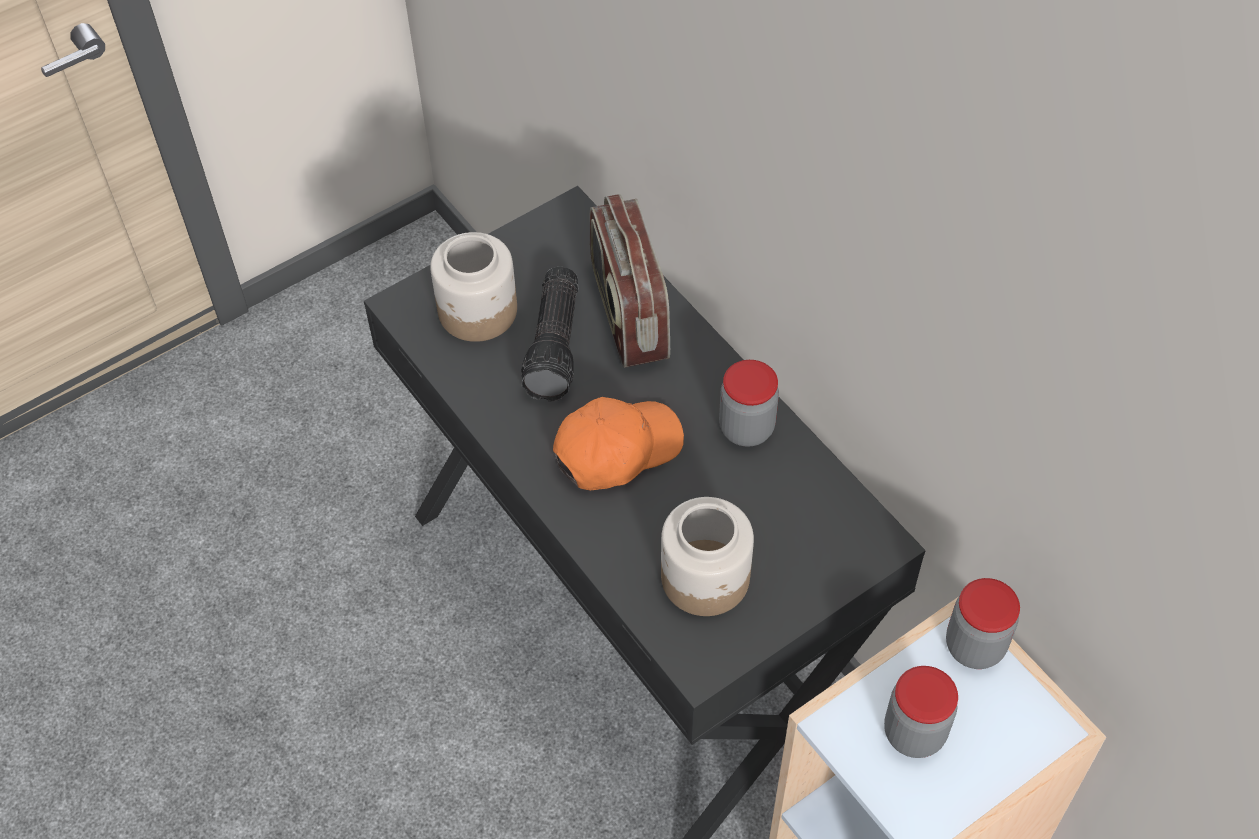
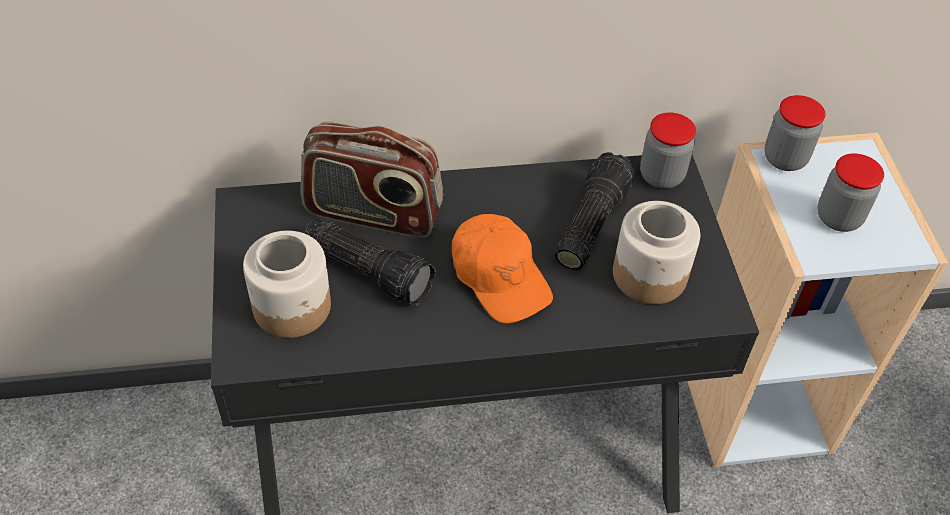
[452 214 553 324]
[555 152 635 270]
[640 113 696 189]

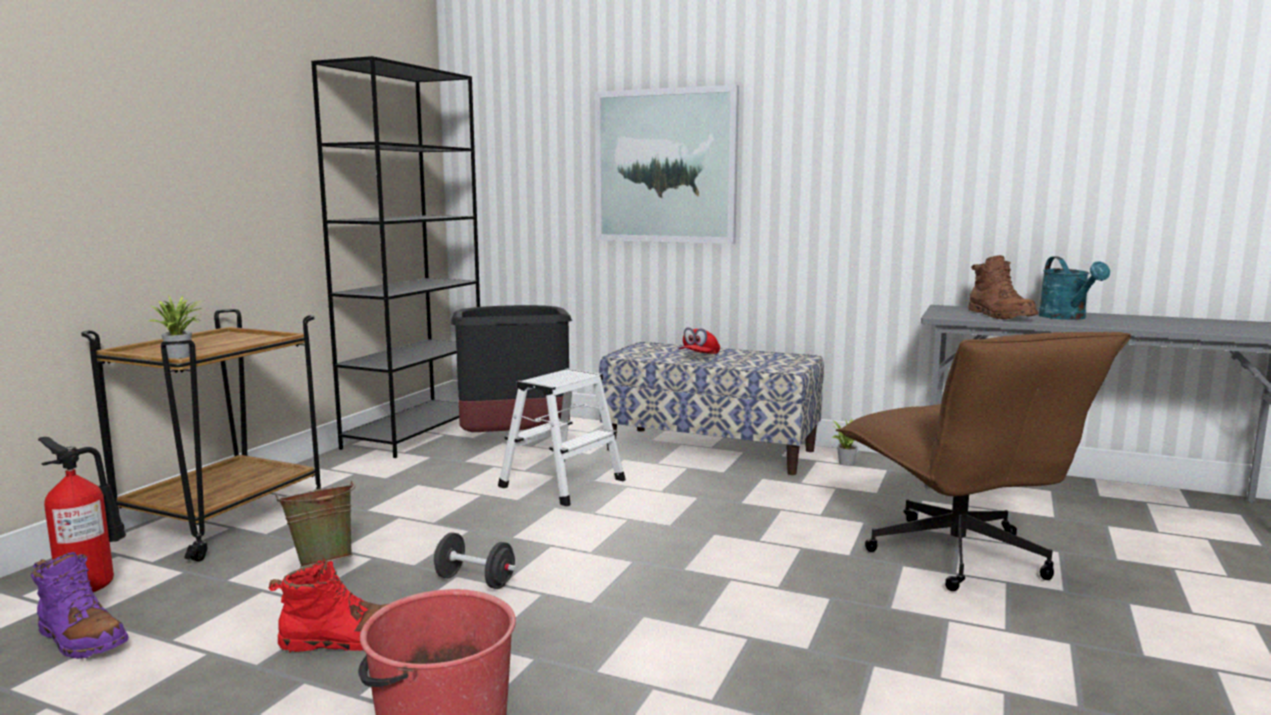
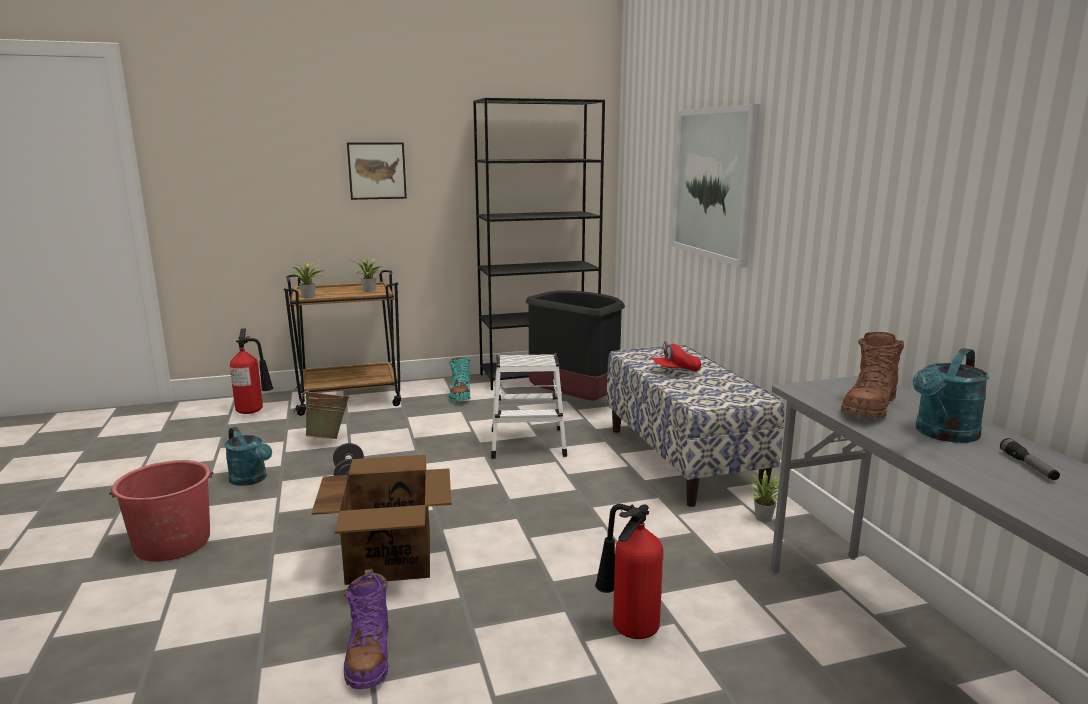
[224 427 272 486]
[311 455 451 585]
[343 568 389 689]
[347 142 407 200]
[354 256 381 292]
[449 357 471 402]
[595 504 663 639]
[1000 438 1060 480]

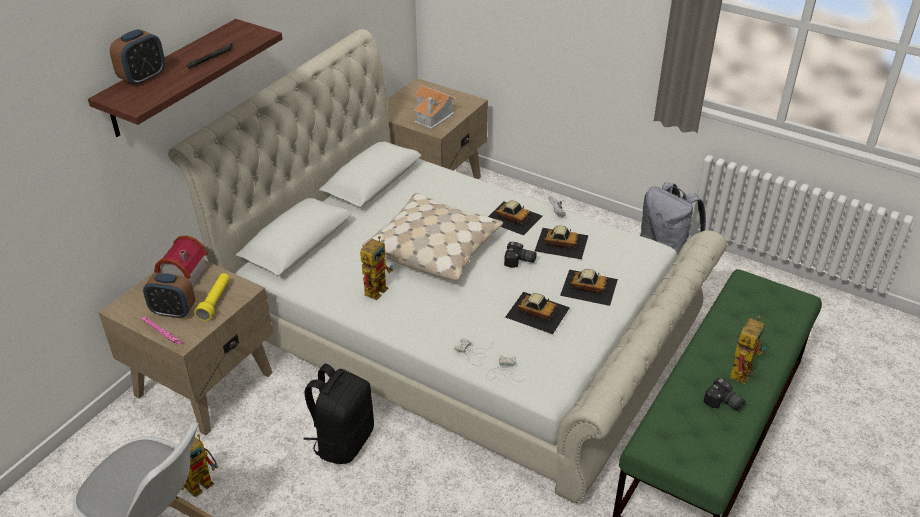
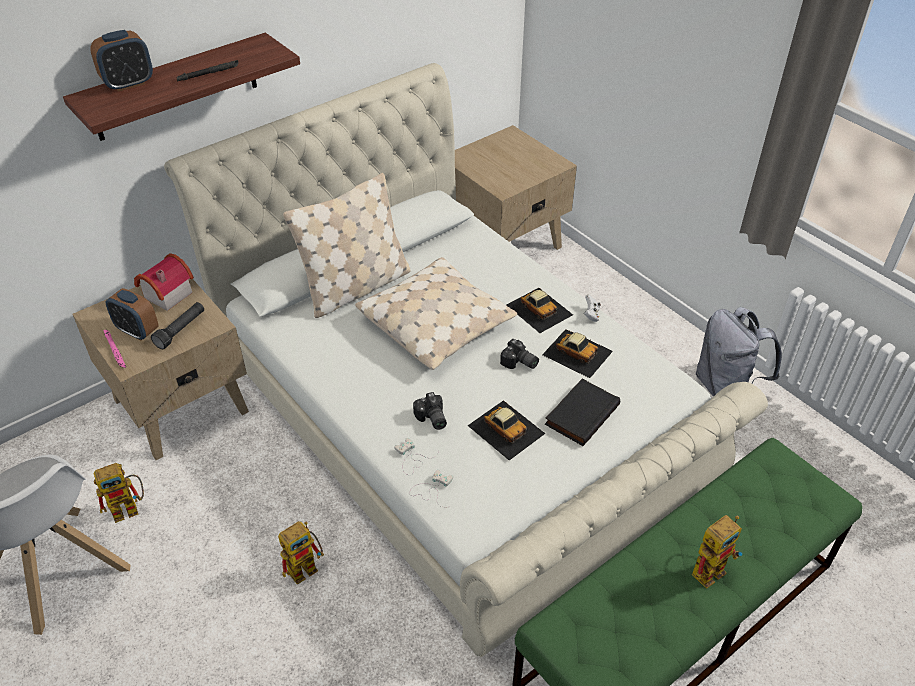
[151 302 204 349]
[278 521 324 585]
[283 173 411 318]
[413 392 447 430]
[545 379 620 446]
[303 364 374 464] (first image)
[414 85 456 129] (first image)

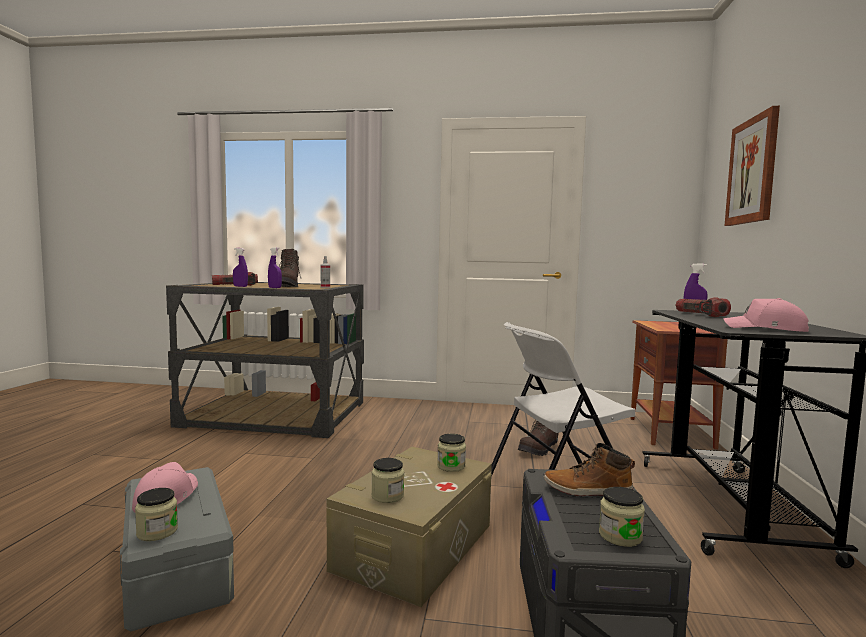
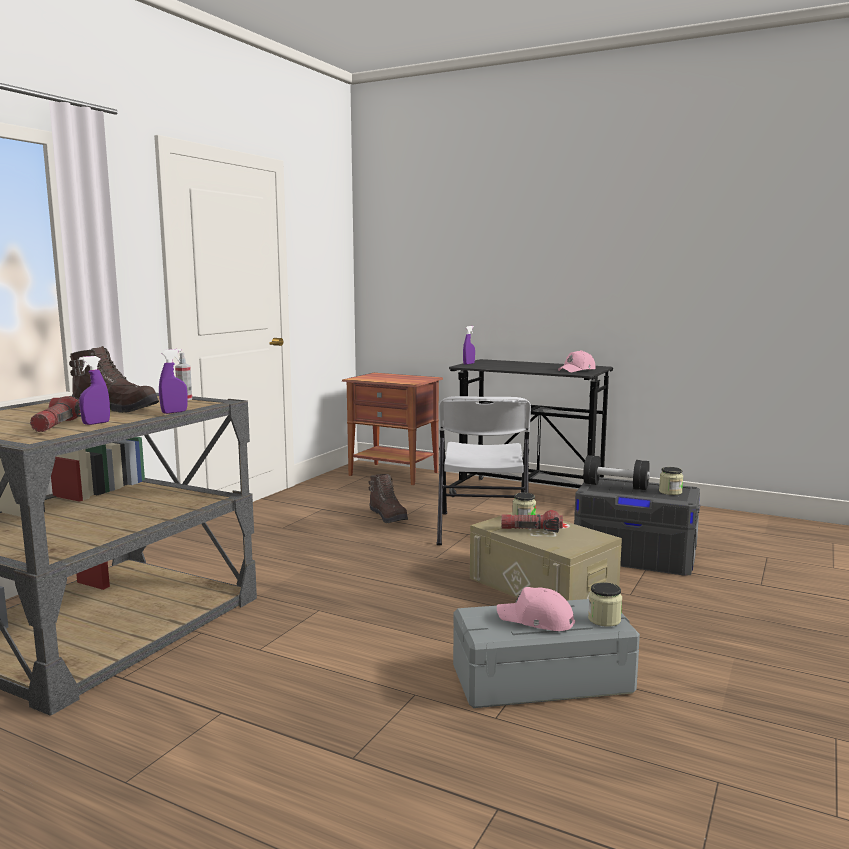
[501 510 563 533]
[583 455 650 490]
[371 458 404 503] (first image)
[724 106 780 226] (first image)

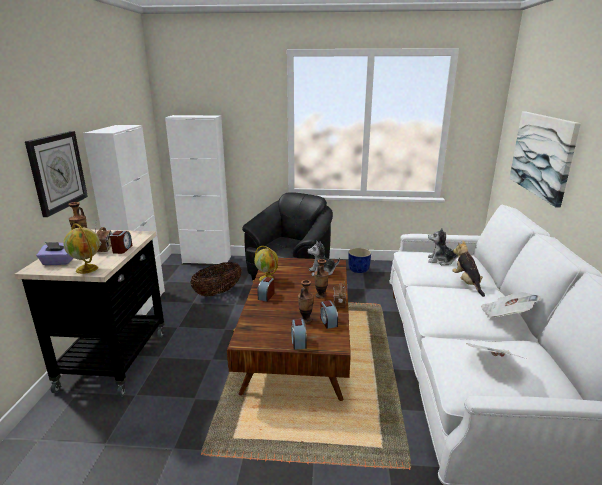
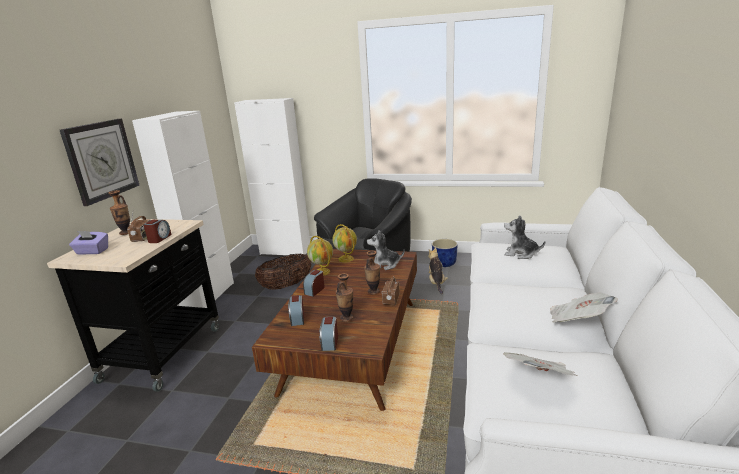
[288 295 304 326]
[332 224 357 262]
[428 248 448 294]
[509 112 581 208] (first image)

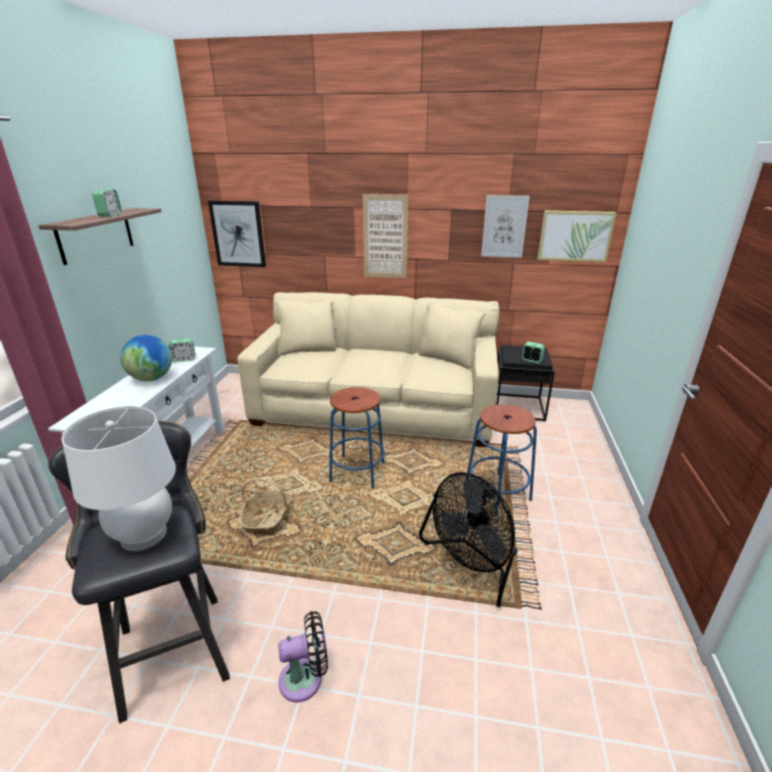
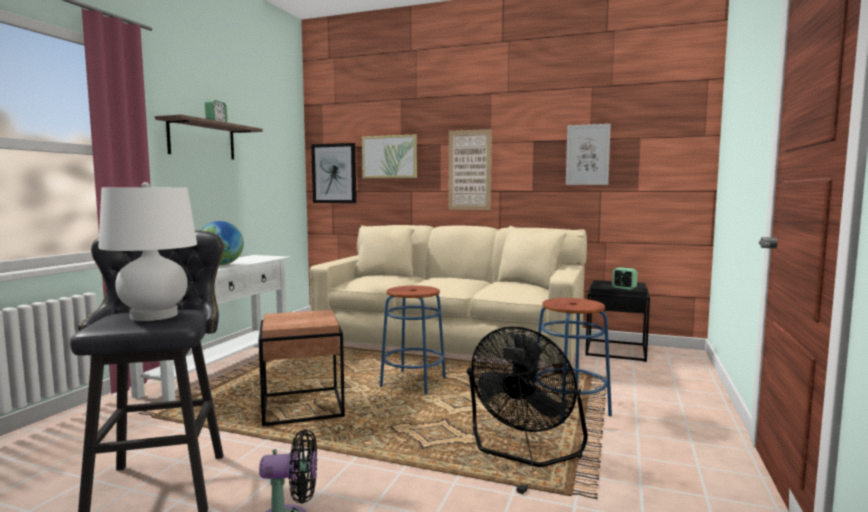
[259 310 345 426]
[362 134 417 178]
[467 327 588 494]
[168 338 195 362] (first image)

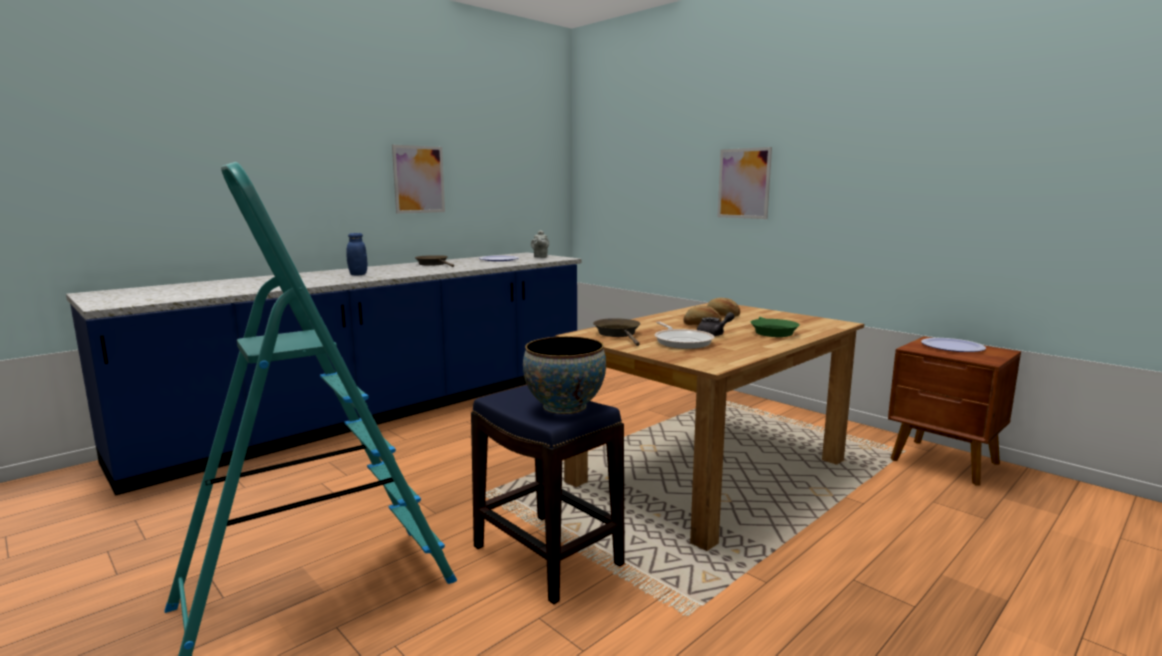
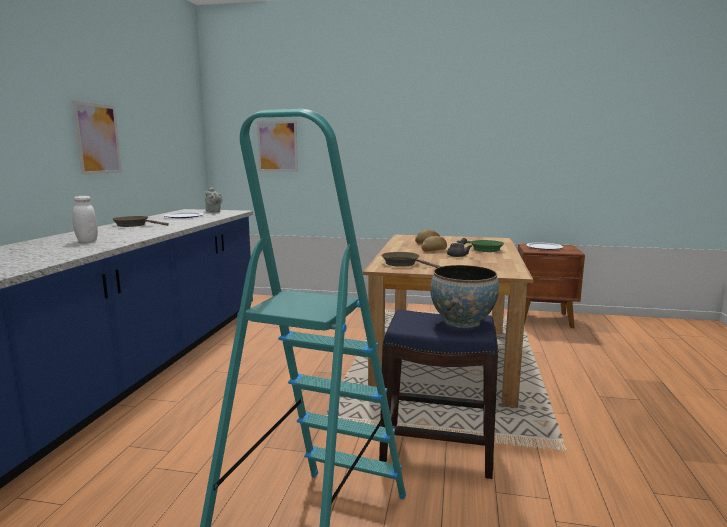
[72 196 98 242]
[257 121 298 172]
[655 322 714 349] (first image)

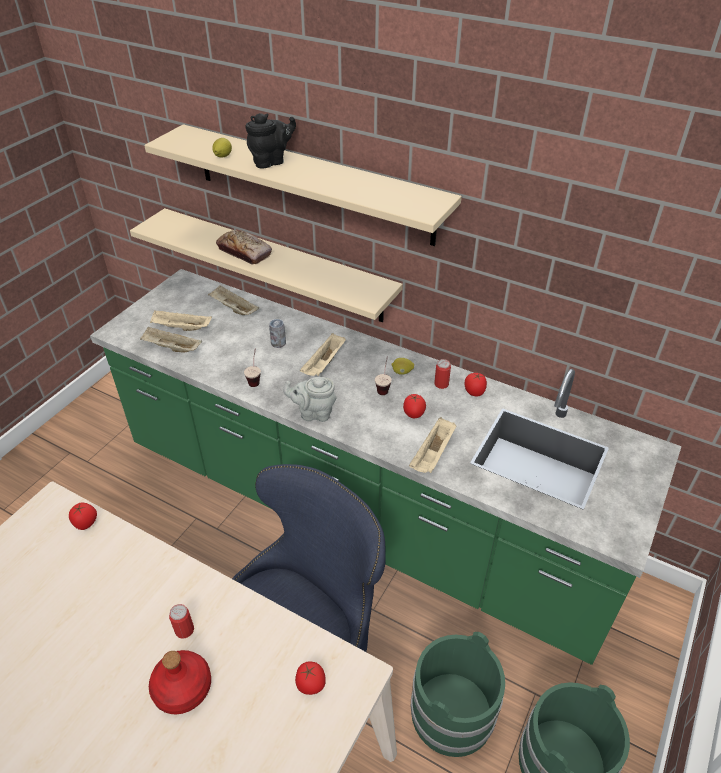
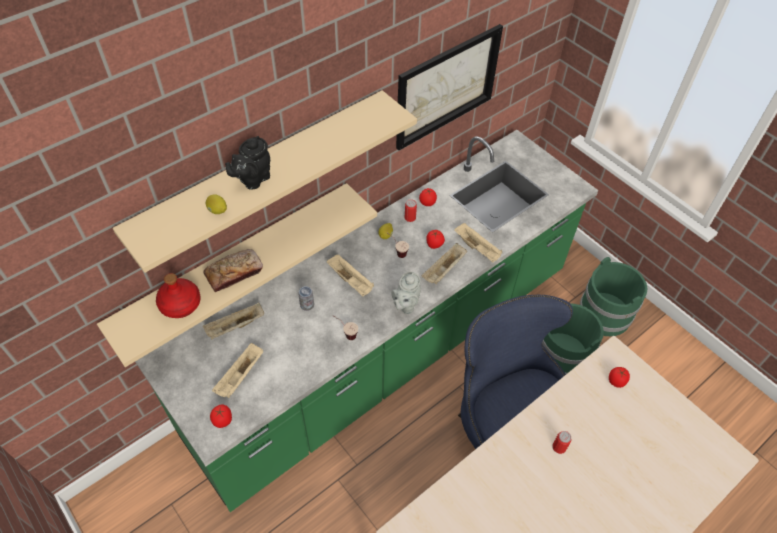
[156 273 201 318]
[210 405 232 428]
[225 136 270 190]
[396 24 503 150]
[422 243 467 284]

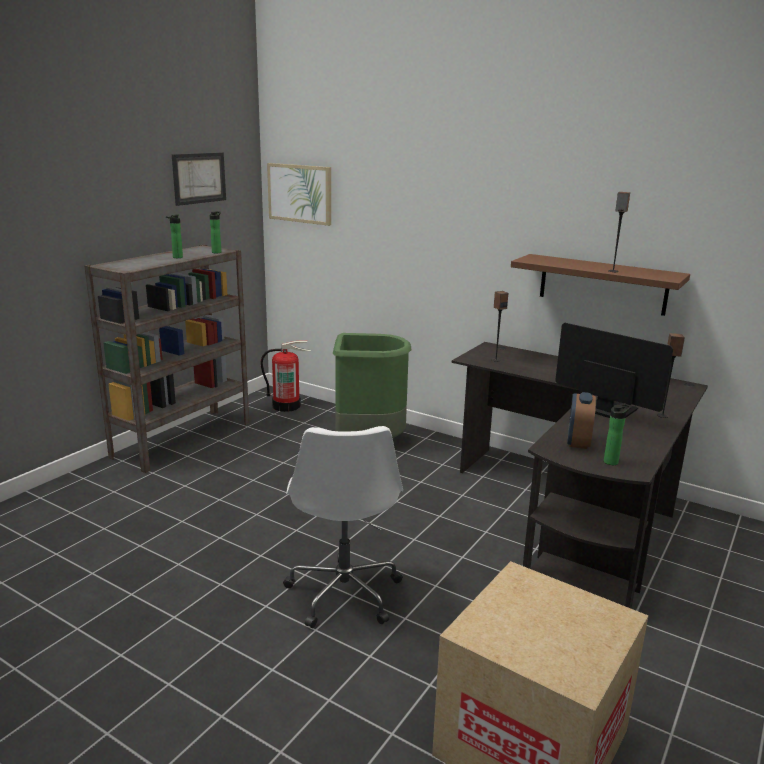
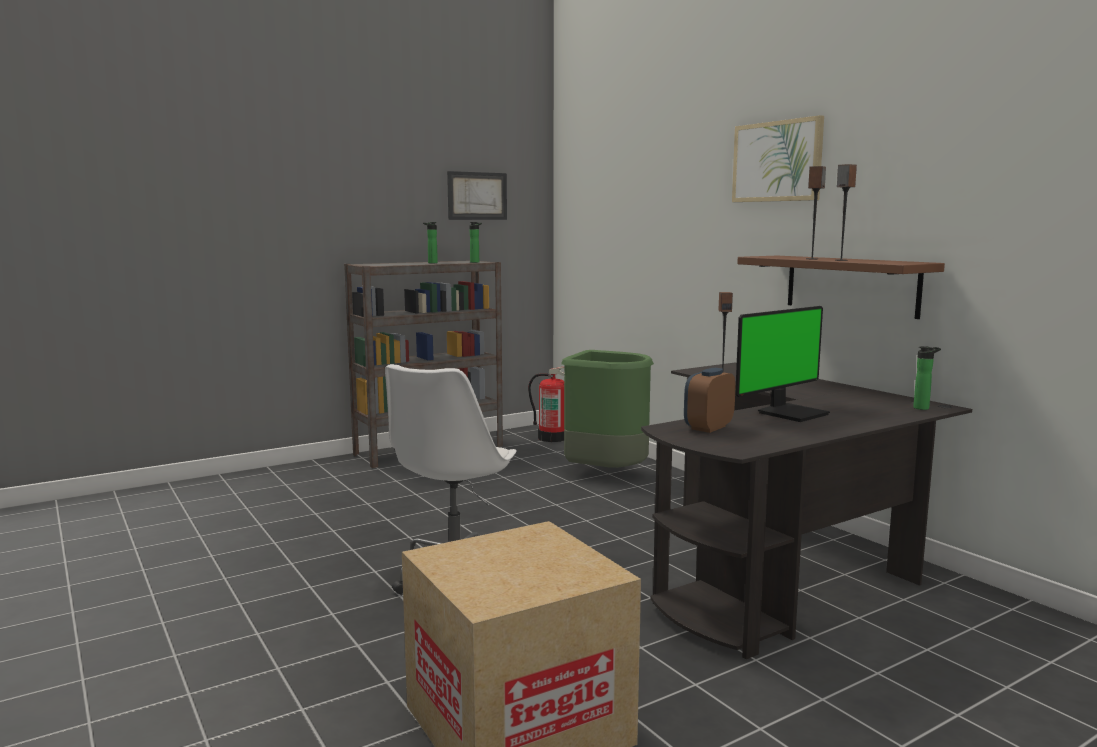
[732 115 824 202]
[735 306 830 422]
[806 166 826 259]
[913 346 941 410]

